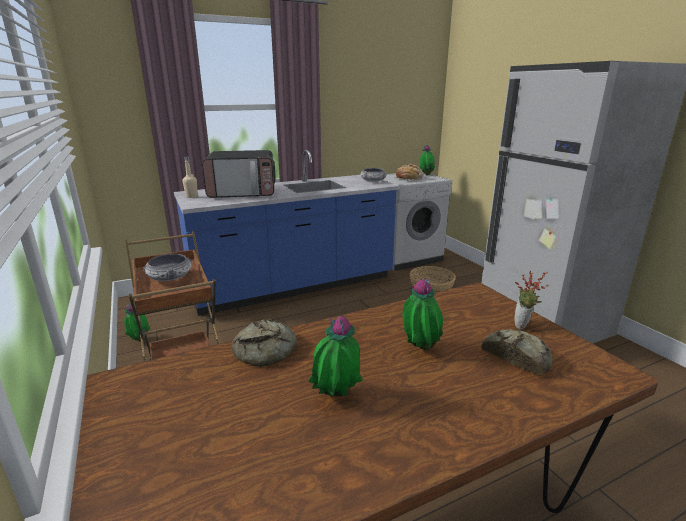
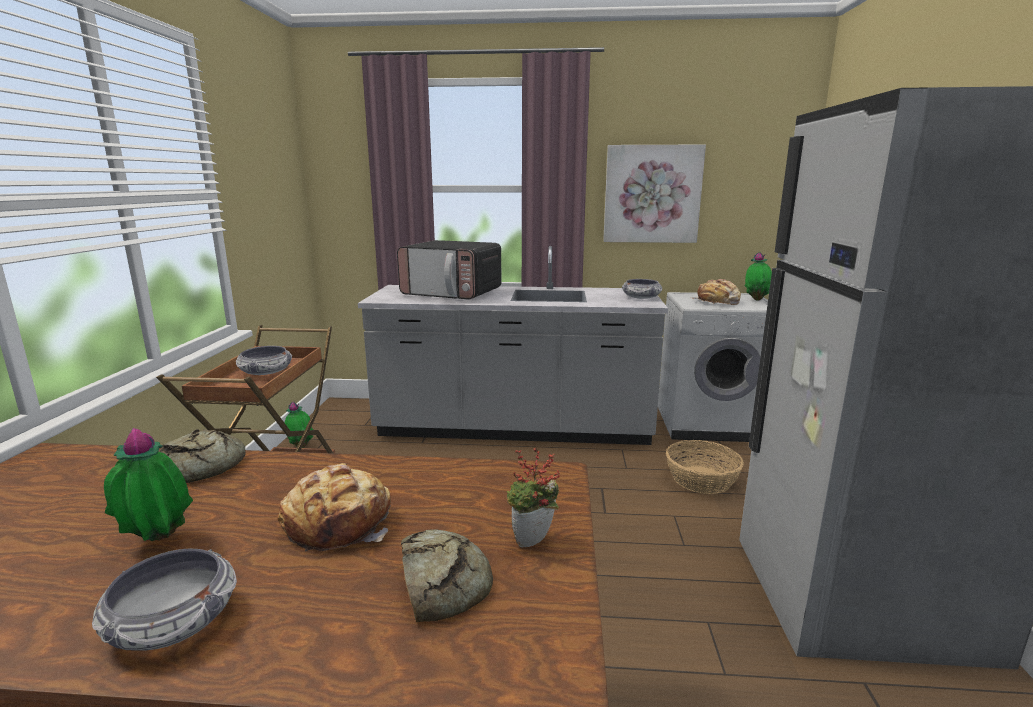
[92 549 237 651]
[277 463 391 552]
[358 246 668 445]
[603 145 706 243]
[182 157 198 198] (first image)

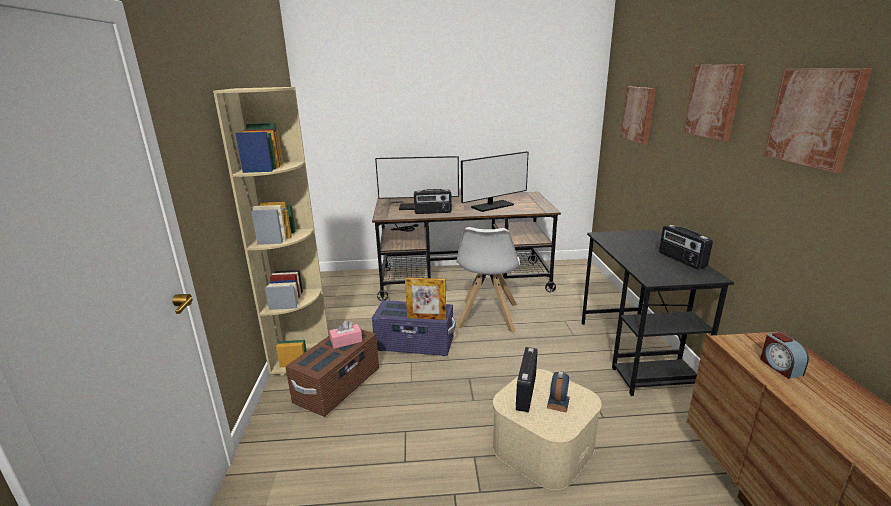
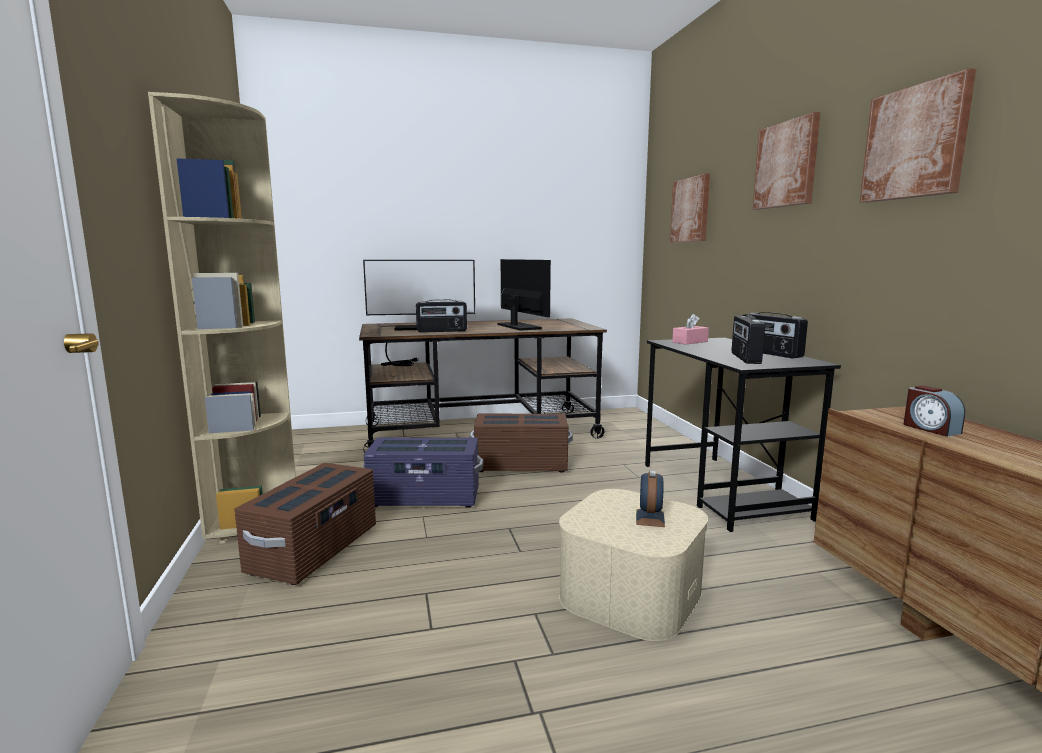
[470 414 573 473]
[497 259 551 331]
[672 314 709 344]
[732 315 765 364]
[405 278 446 320] (first image)

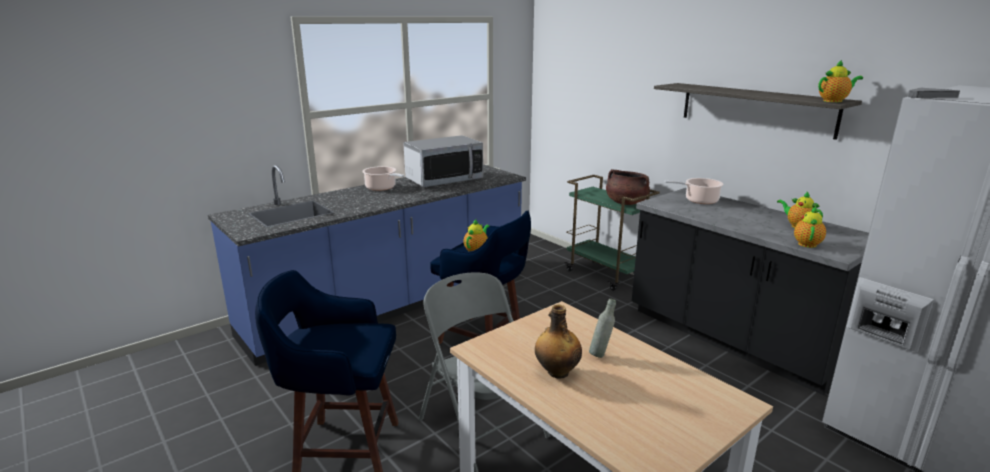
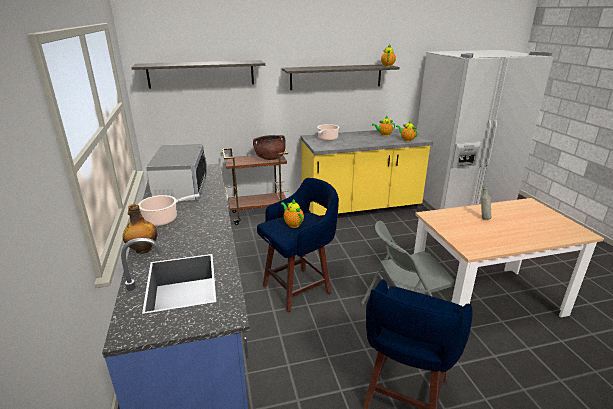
[123 204 158 254]
[131 60 265 88]
[222 148 289 225]
[301 128 433 218]

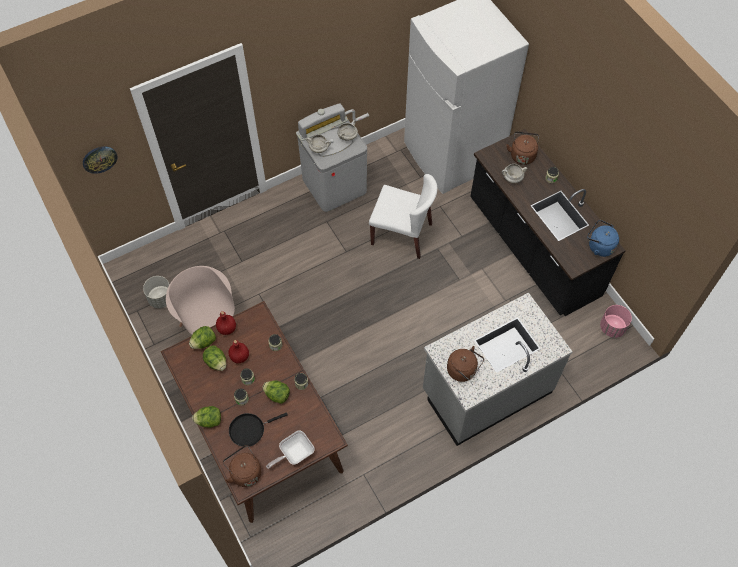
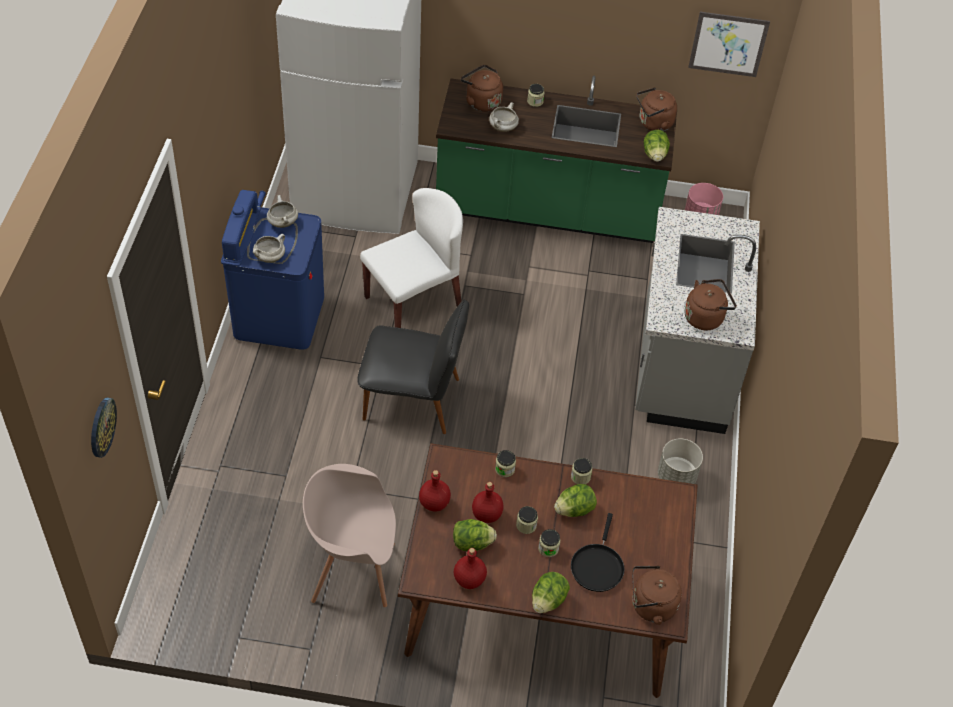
[221 190 324 350]
[357 299 469 434]
[436 76 677 243]
[454 548 487 589]
[636 87 677 131]
[644 130 670 162]
[658 439 703 484]
[688 12 770 77]
[266 431 314 469] (first image)

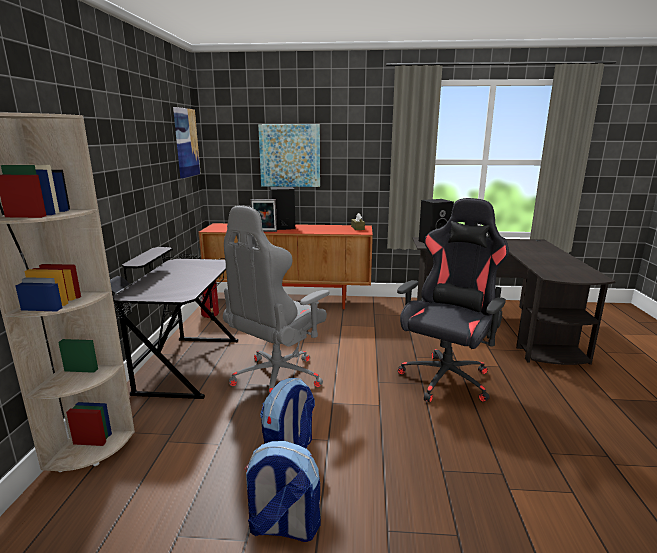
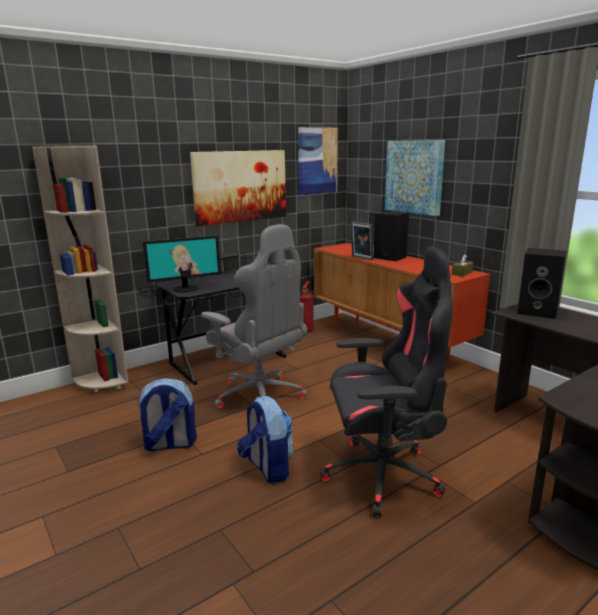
[143 235 221 292]
[190 150 286 226]
[201 224 307 408]
[237 396 294 483]

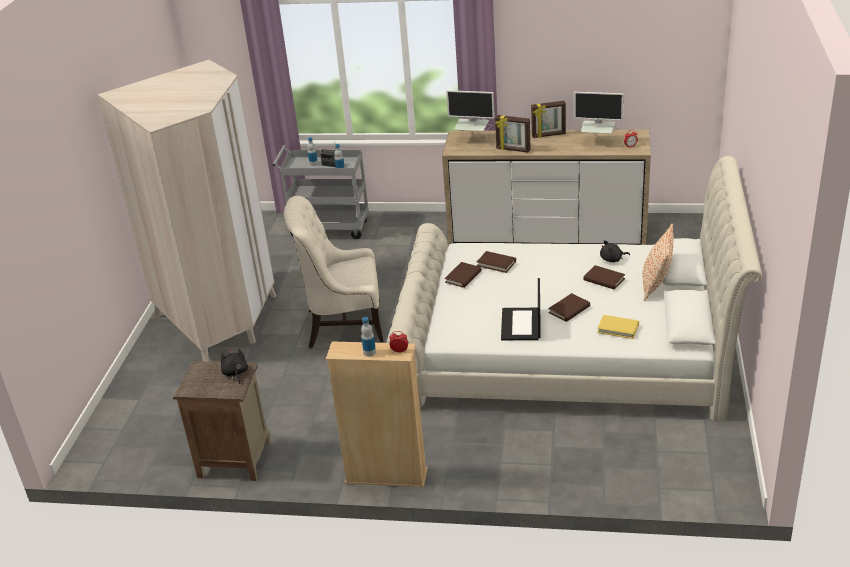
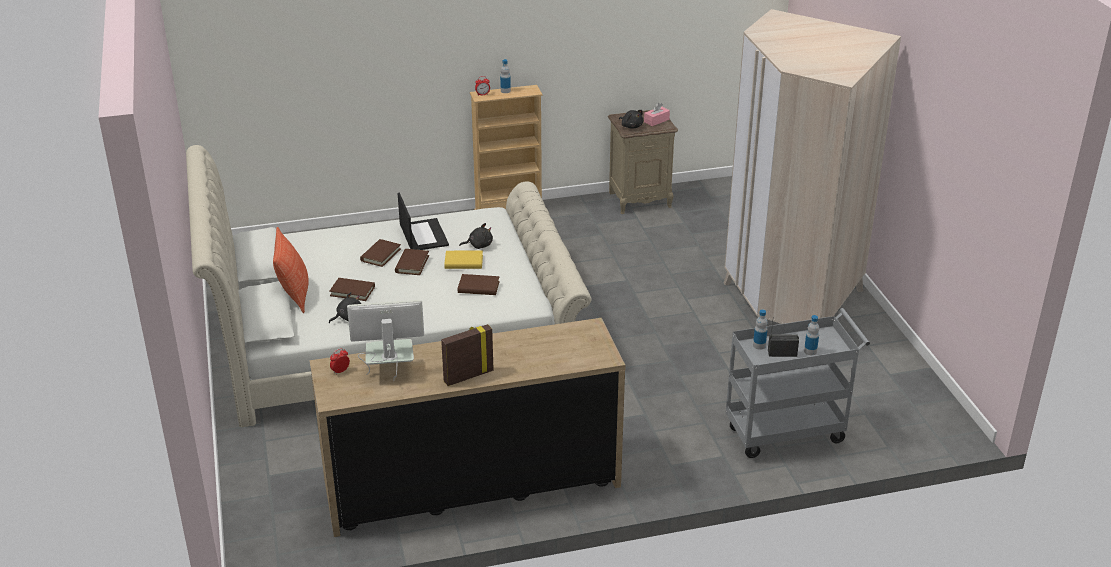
[273 227 309 313]
[395 249 429 275]
[444 251 483 269]
[459 223 493 249]
[644 103 670 126]
[284 196 384 349] (first image)
[446 90 495 140] (first image)
[495 115 531 153] (first image)

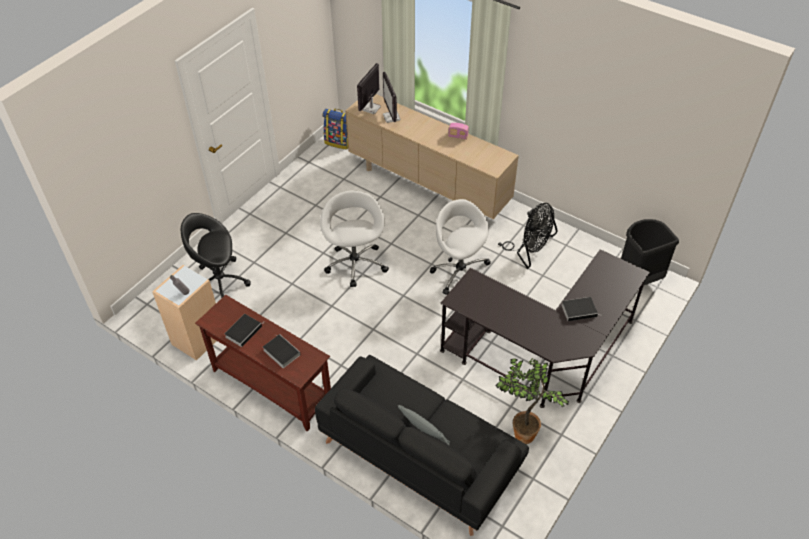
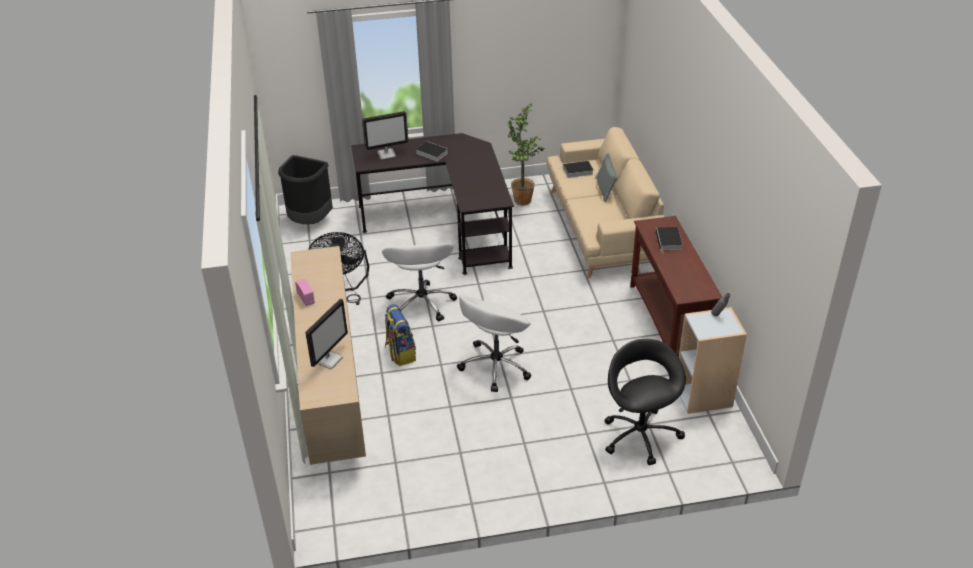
[362 111 409 160]
[385 304 416 366]
[546 127 664 279]
[559 161 593 178]
[604 339 686 465]

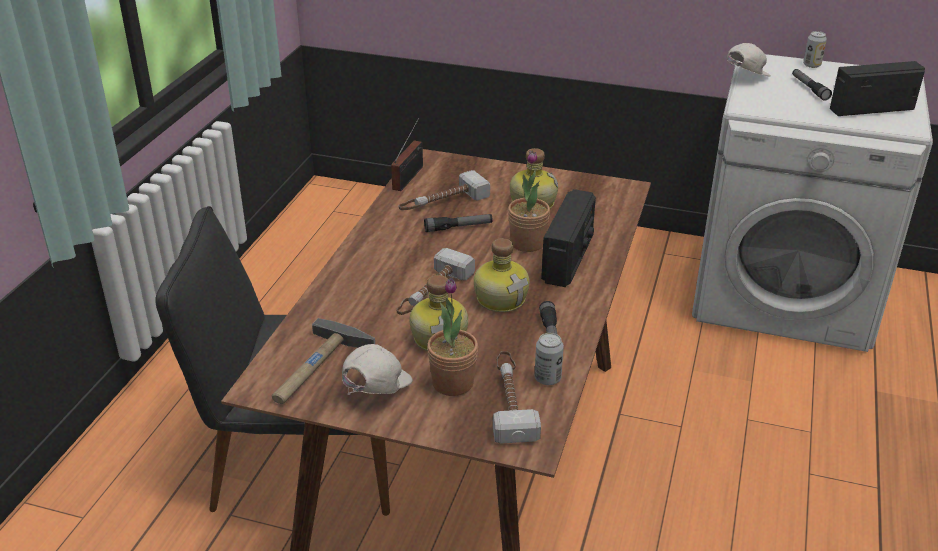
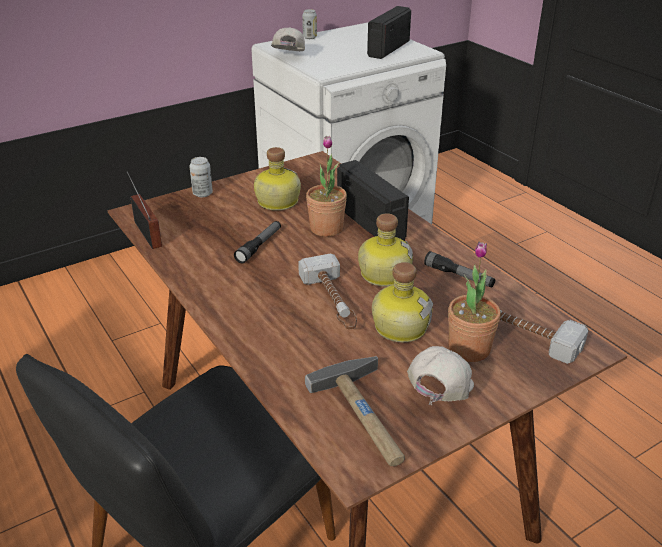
[189 157 213 197]
[407 346 474 405]
[399 170 490 210] (first image)
[792 69 832 101] (first image)

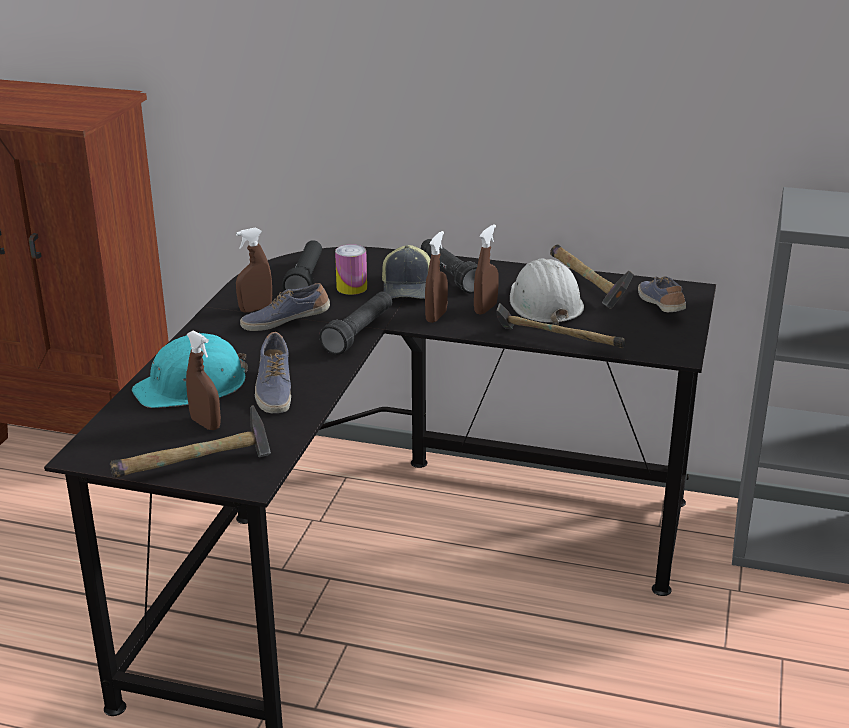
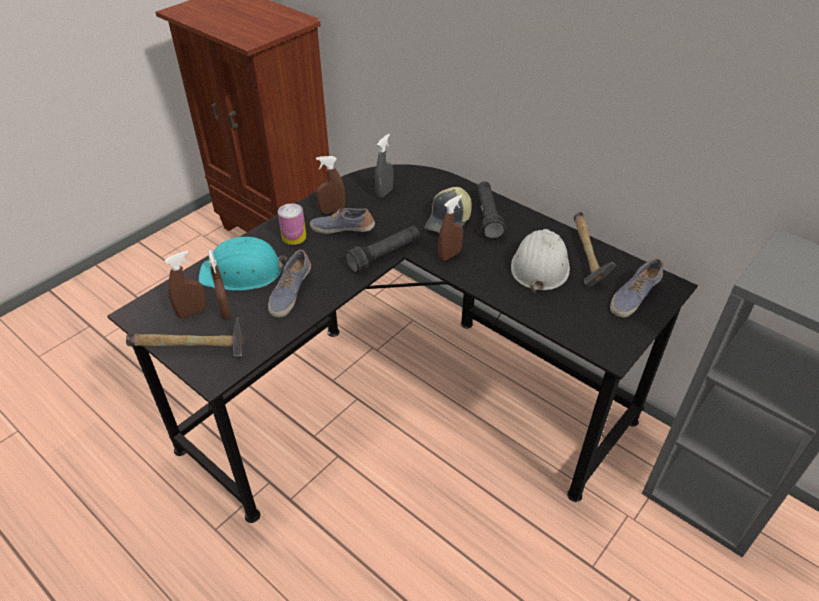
[165 250 206 319]
[278 203 306 245]
[375 134 394 198]
[610 258 664 318]
[496 303 626 348] (first image)

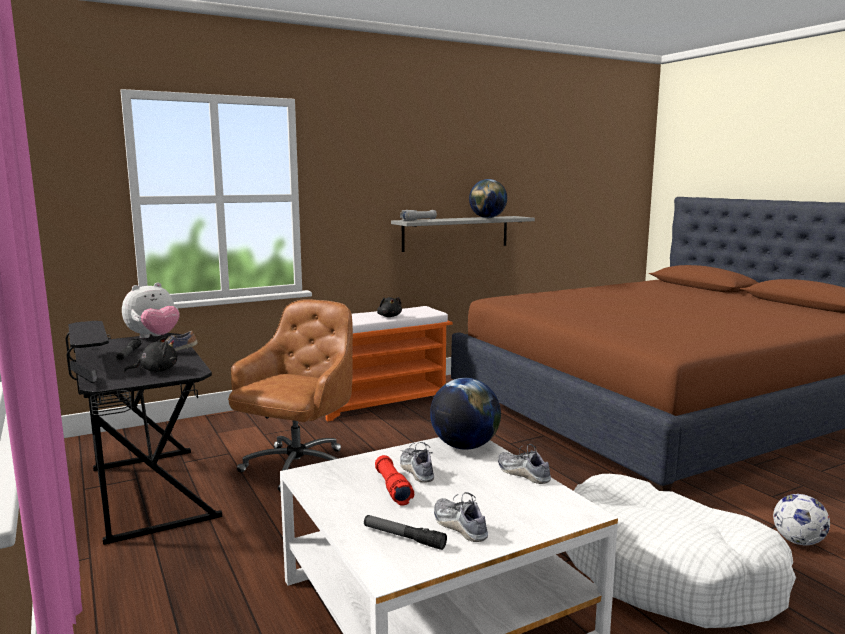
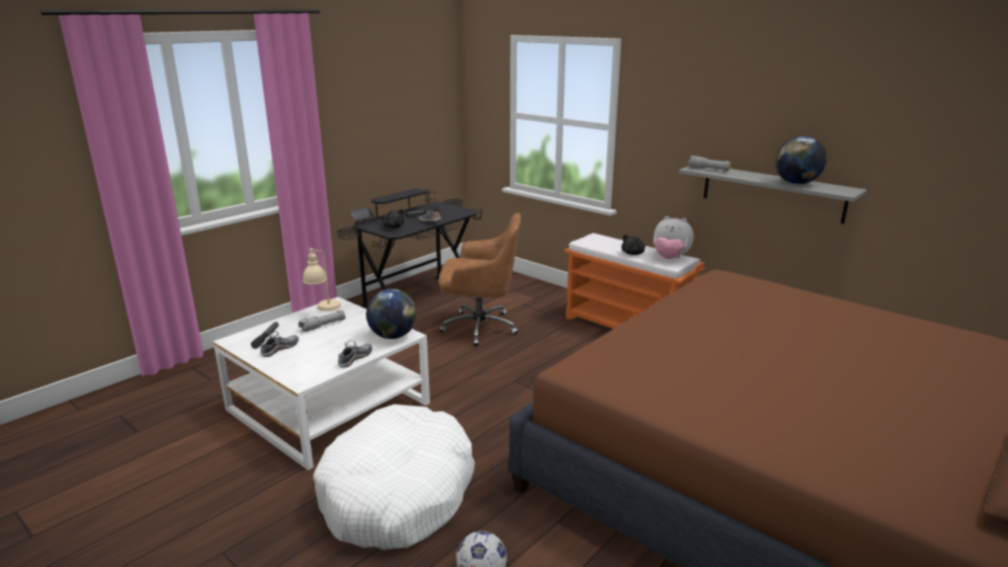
[298 310 345 333]
[303 248 341 311]
[653 216 694 259]
[400 442 434 483] (first image)

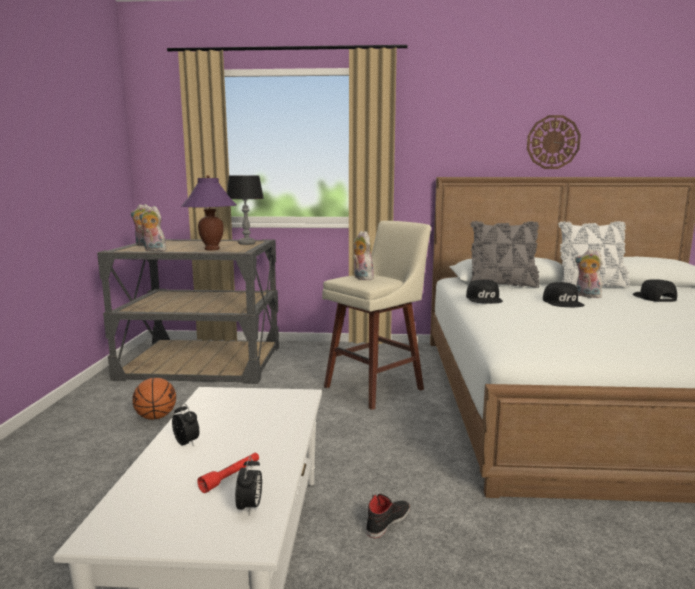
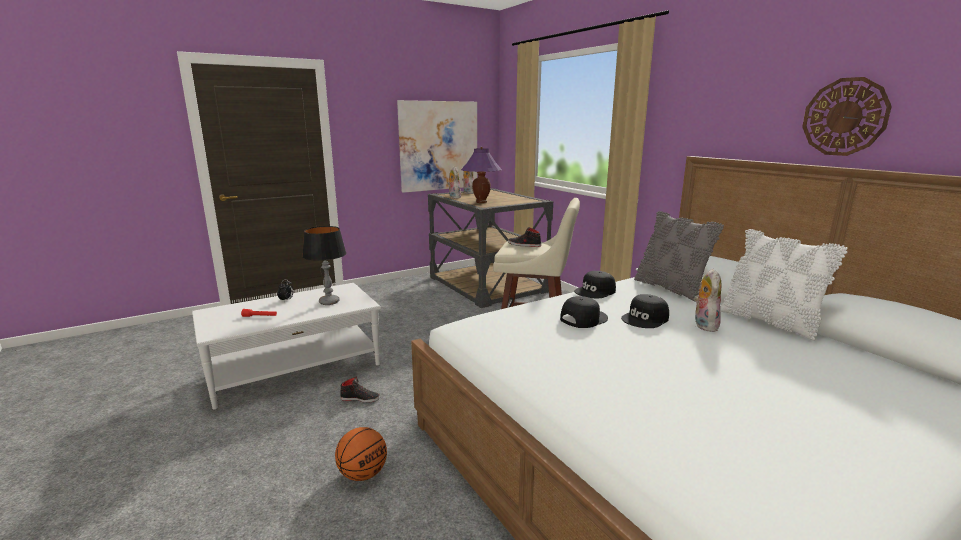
[302 226 346 305]
[335 427 387 481]
[397 100 477 193]
[508 227 541 247]
[560 296 608 328]
[235 456 262 515] (first image)

